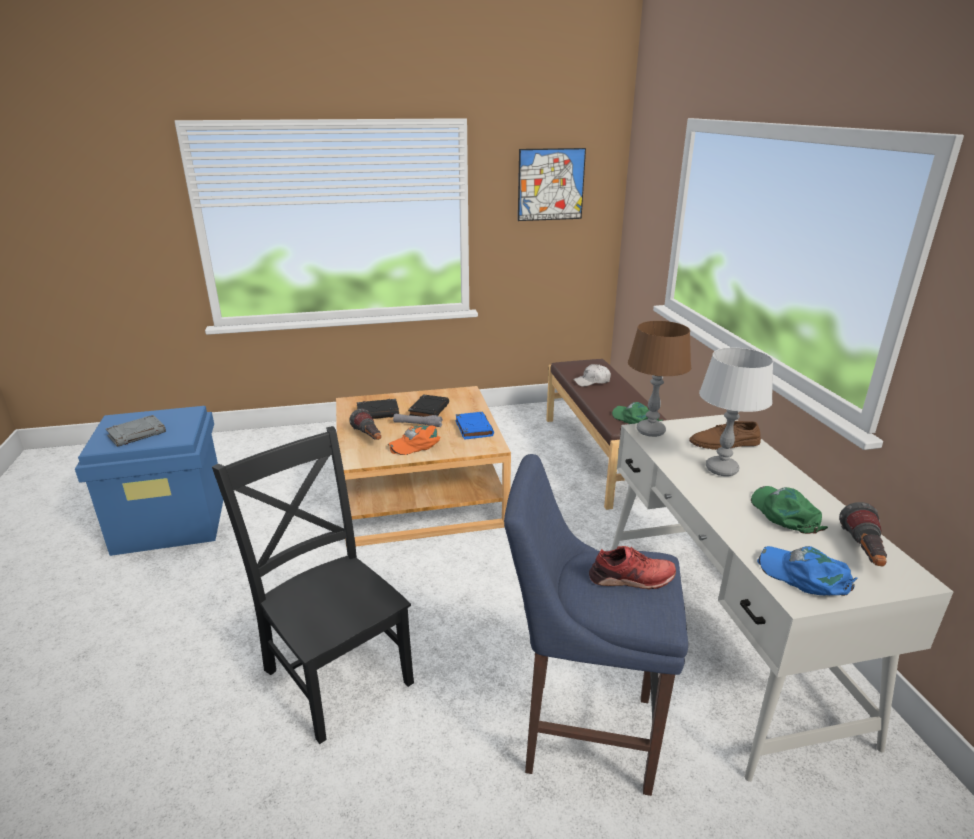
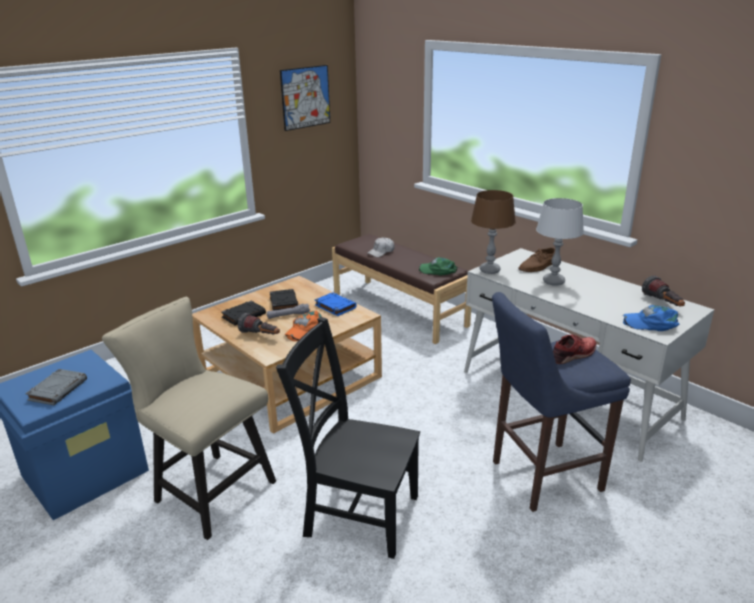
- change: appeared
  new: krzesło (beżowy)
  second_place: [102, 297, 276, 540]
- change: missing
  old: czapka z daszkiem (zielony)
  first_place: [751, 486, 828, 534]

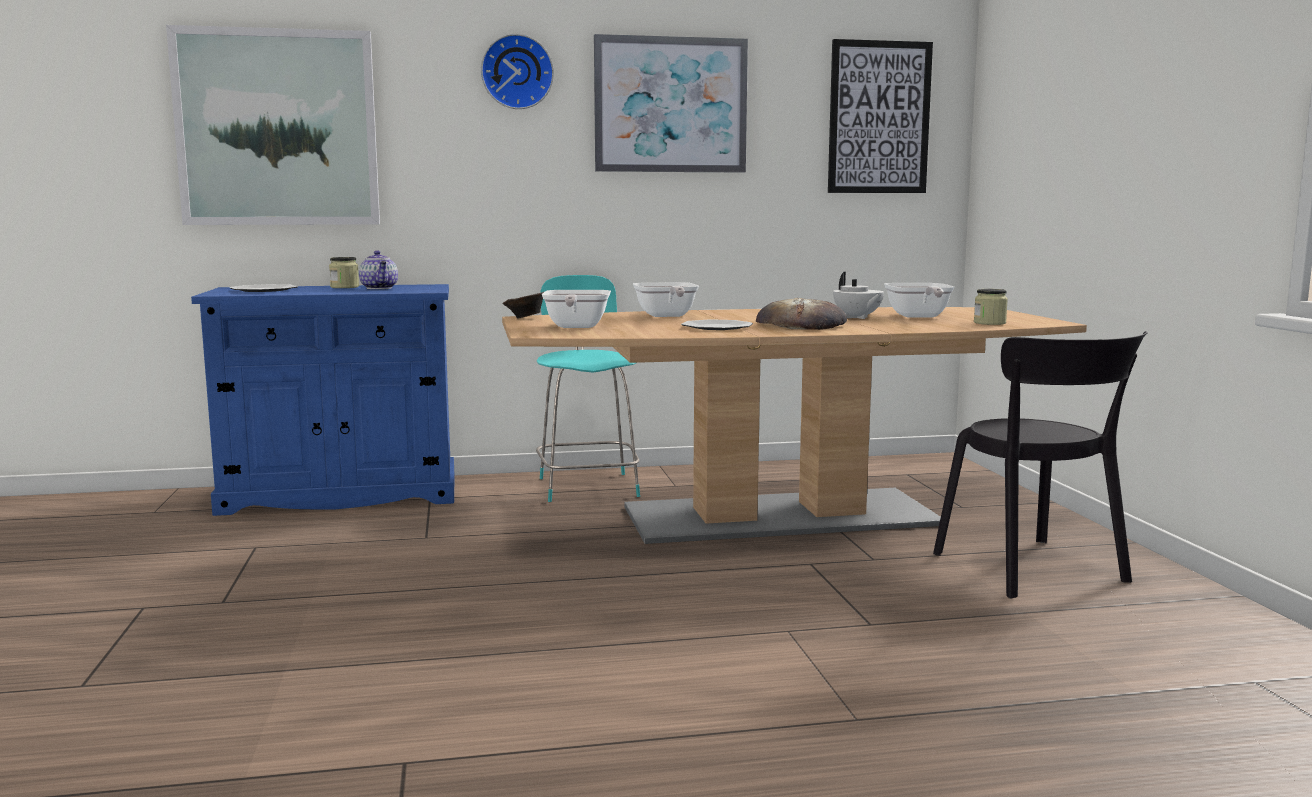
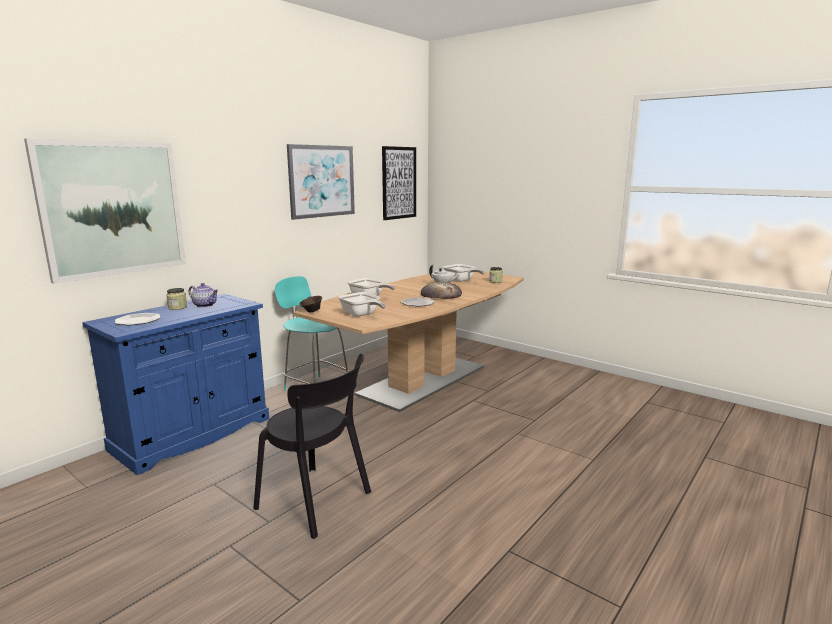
- change: relocated
  old: krzesło (czarny)
  first_place: [933, 331, 1148, 599]
  second_place: [253, 353, 371, 539]
- change: missing
  old: zegar ścienny
  first_place: [481, 34, 554, 109]

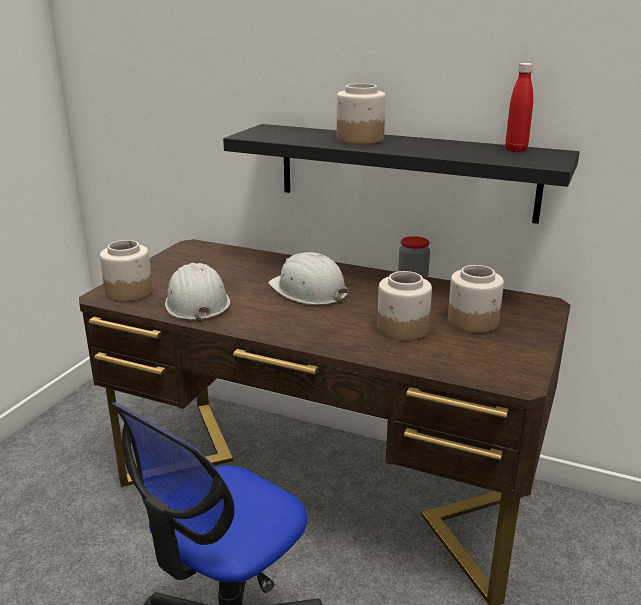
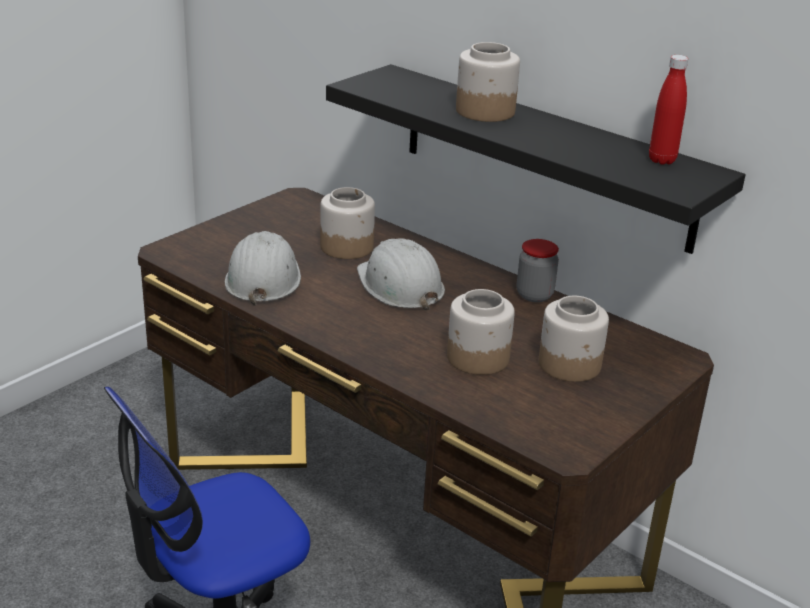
- change: relocated
  old: słoik
  first_place: [100, 240, 153, 302]
  second_place: [320, 187, 375, 259]

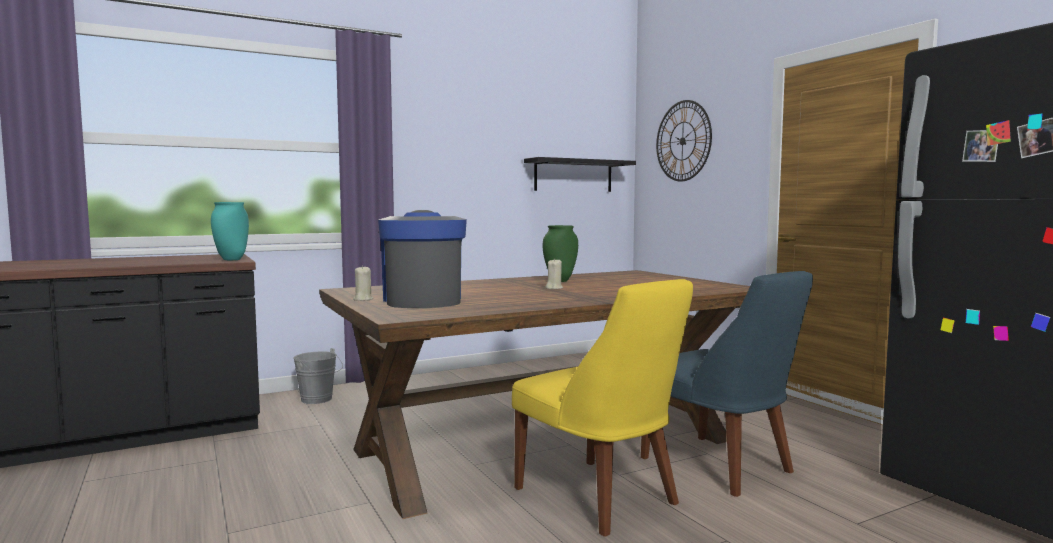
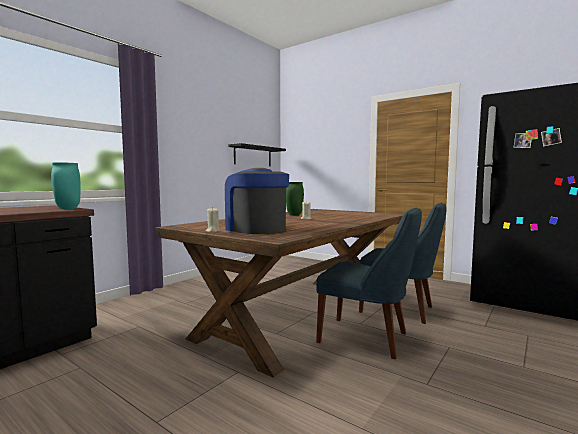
- change: colour
  old: krzesło (żółty)
  new: krzesło (niebieski)
  first_place: [512, 279, 693, 537]
  second_place: [316, 207, 422, 359]
- change: missing
  old: wiadro (szary)
  first_place: [293, 348, 343, 404]
- change: missing
  old: zegar ścienny
  first_place: [656, 100, 712, 182]

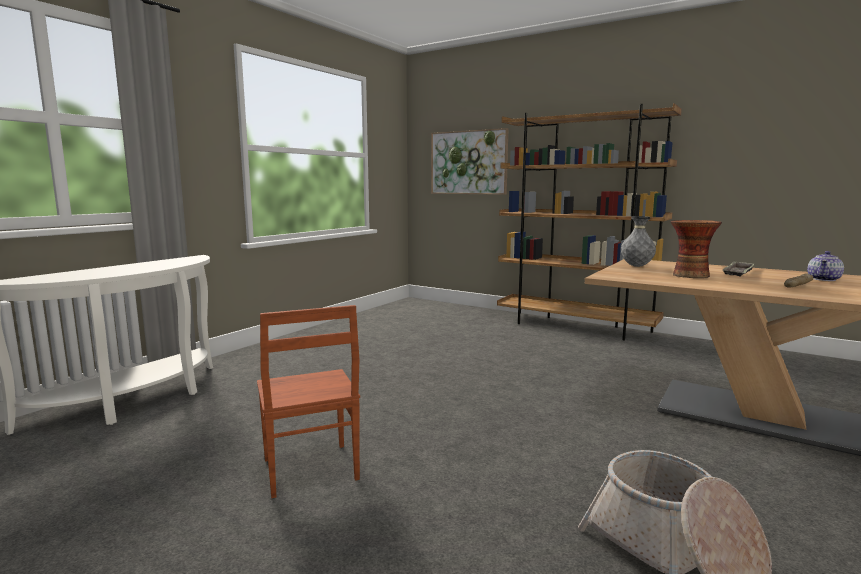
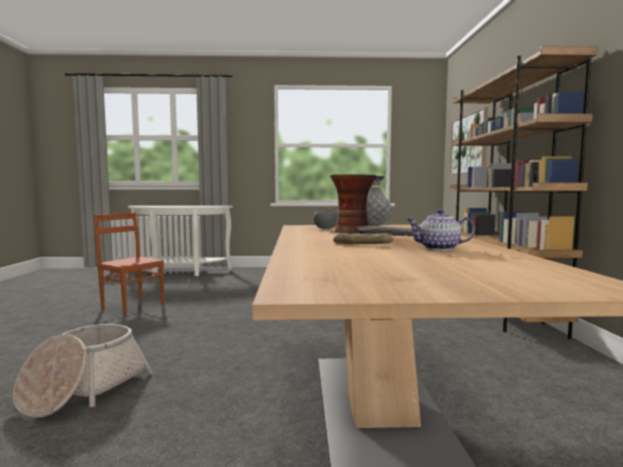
- change: spun
  old: krzesło (brązowy)
  first_place: [257, 305, 360, 498]
  second_place: [94, 213, 164, 316]
  degrees: 90
- change: appeared
  new: miska (szary)
  second_place: [313, 211, 338, 229]

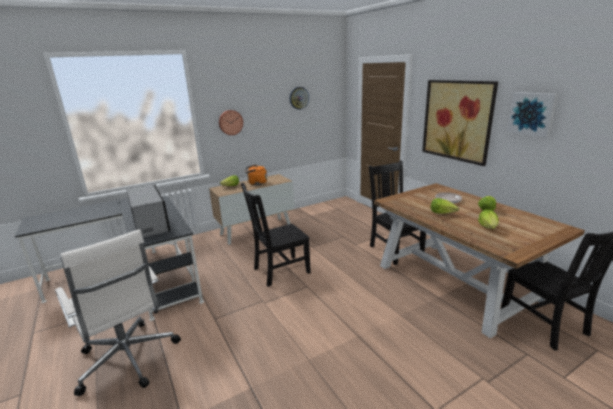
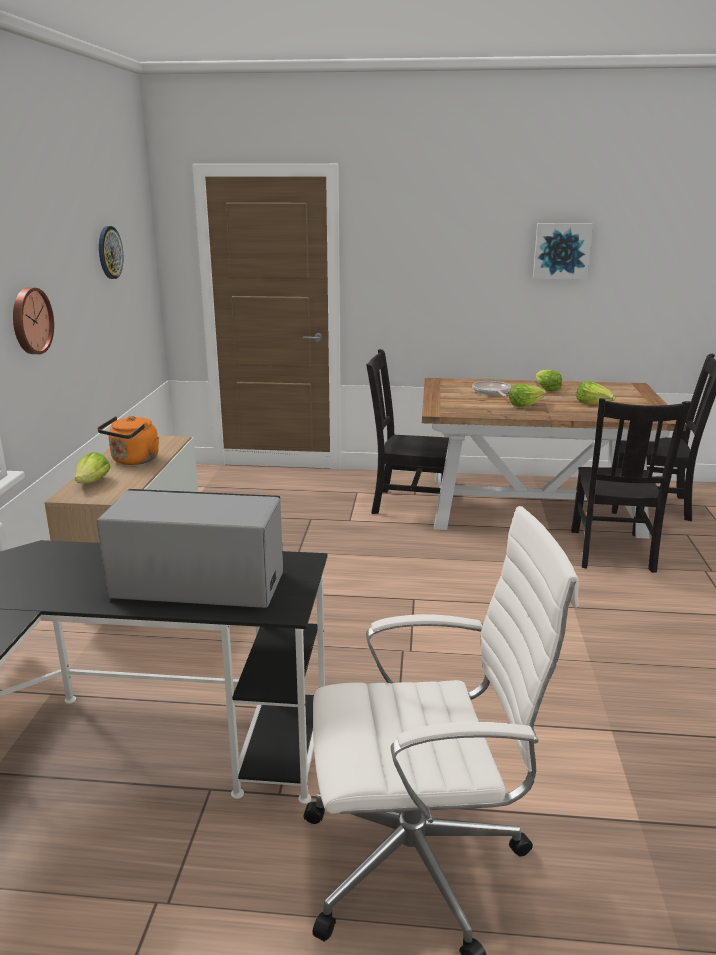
- change: relocated
  old: krzesło (czarny)
  first_place: [241, 183, 311, 287]
  second_place: [571, 398, 691, 573]
- change: missing
  old: obraz
  first_place: [422, 80, 498, 166]

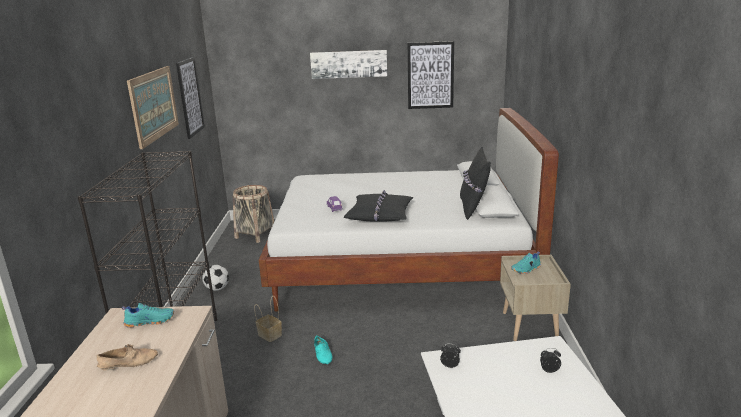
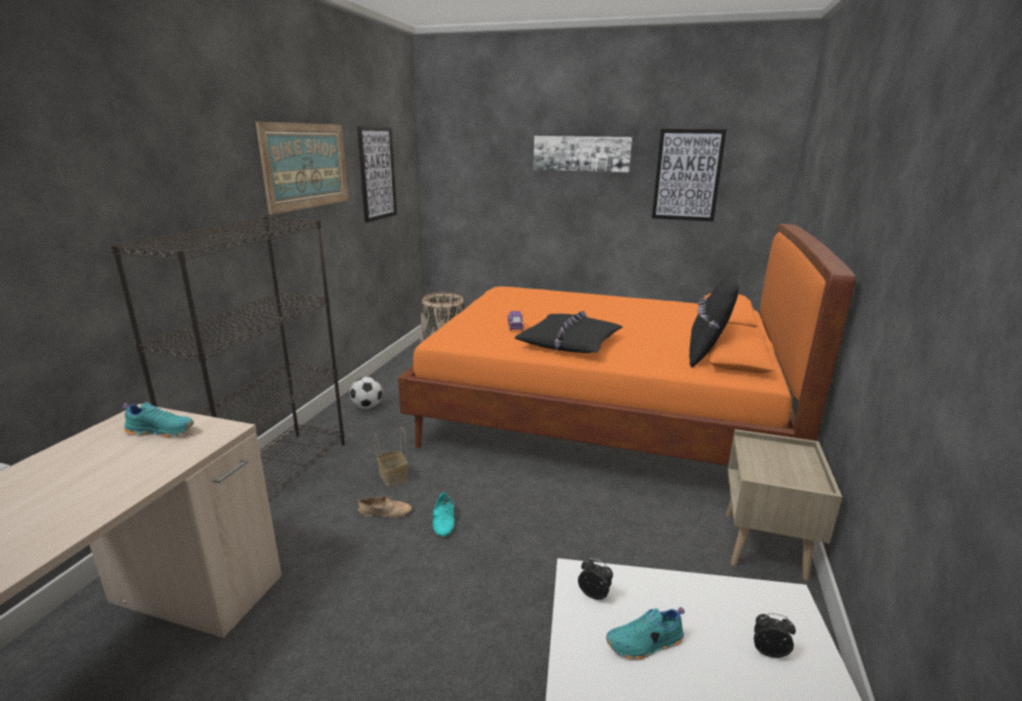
- change: relocated
  old: but (beżowy)
  first_place: [97, 344, 158, 371]
  second_place: [358, 495, 412, 518]
- change: colour
  old: łóżko (biały)
  new: łóżko (pomarańczowy)
  first_place: [259, 108, 559, 312]
  second_place: [398, 224, 856, 466]
- change: relocated
  old: but (turkusowy)
  first_place: [511, 251, 541, 274]
  second_place: [606, 607, 685, 660]

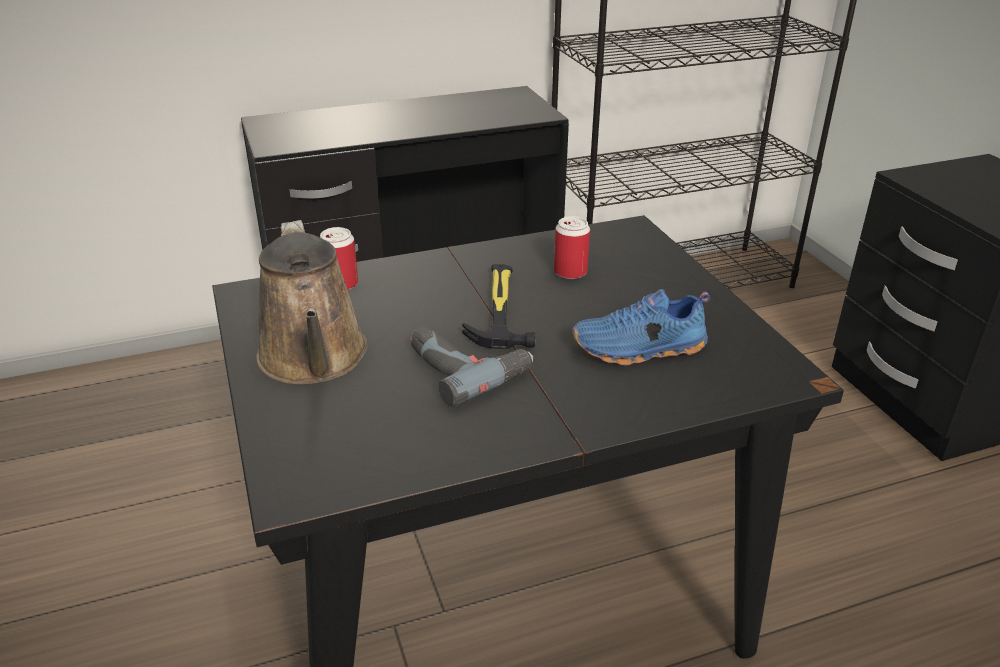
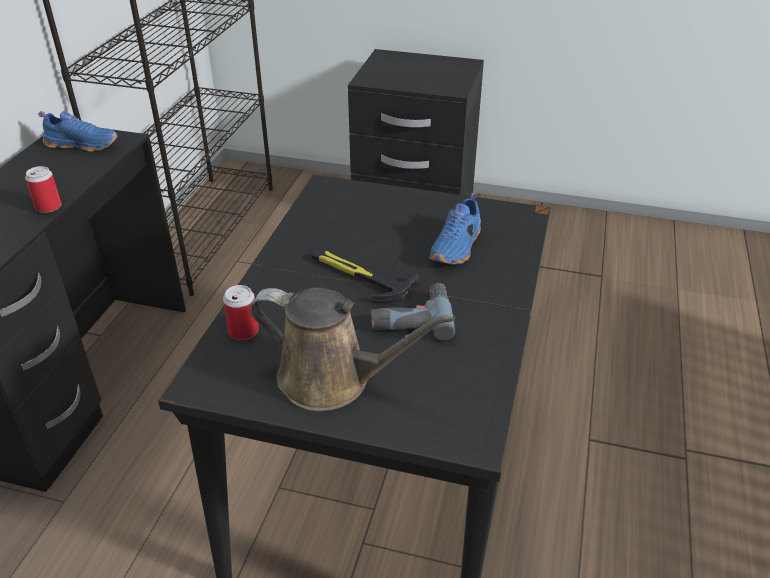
- change: relocated
  old: puszka
  first_place: [554, 216, 590, 279]
  second_place: [25, 166, 61, 213]
- change: appeared
  new: but (niebieski)
  second_place: [38, 111, 117, 152]

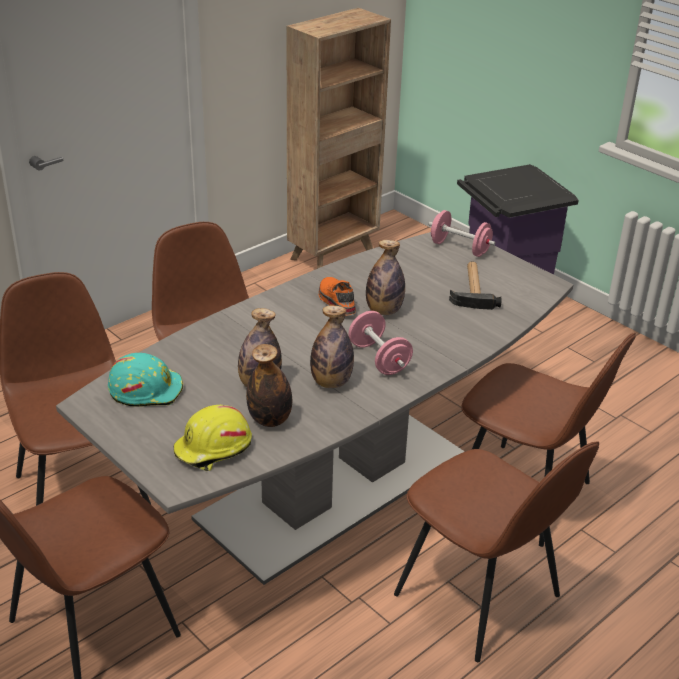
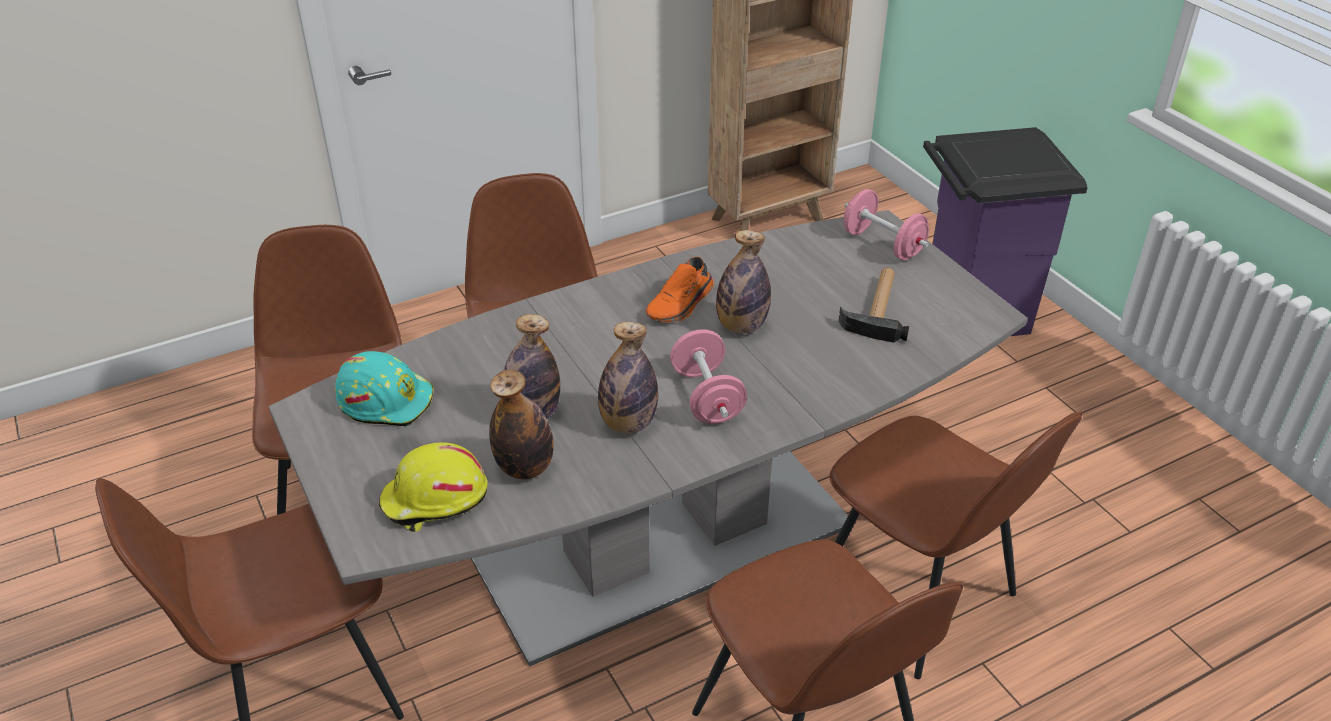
- change: spun
  old: but (pomarańczowy)
  first_place: [318, 277, 356, 316]
  second_place: [646, 257, 714, 323]
  degrees: -135

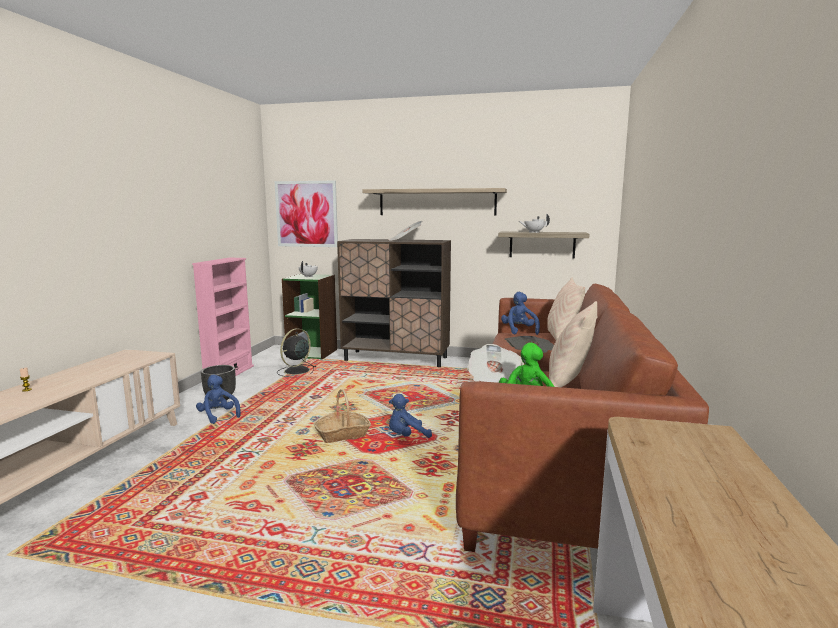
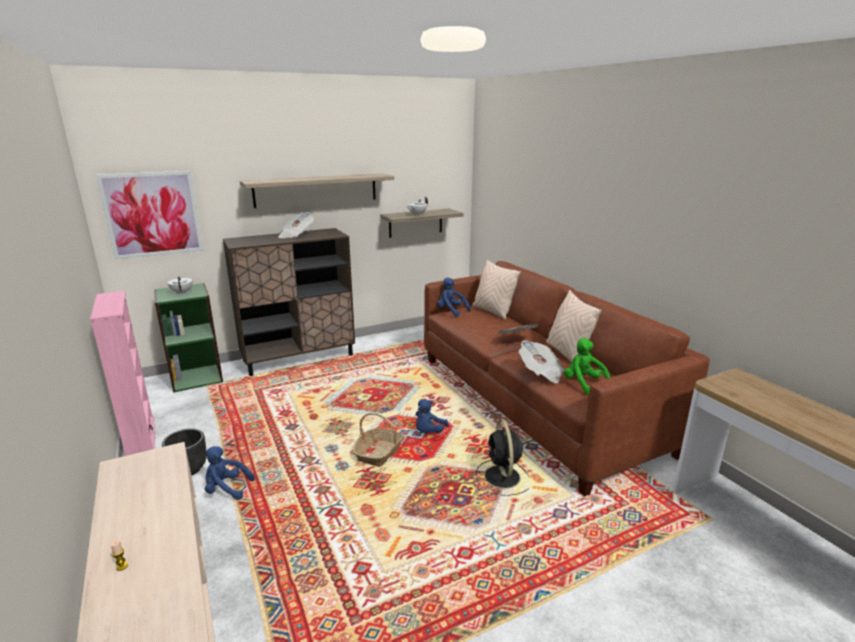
- change: relocated
  old: wentylator (czarny)
  first_place: [277, 328, 317, 377]
  second_place: [476, 419, 530, 496]

